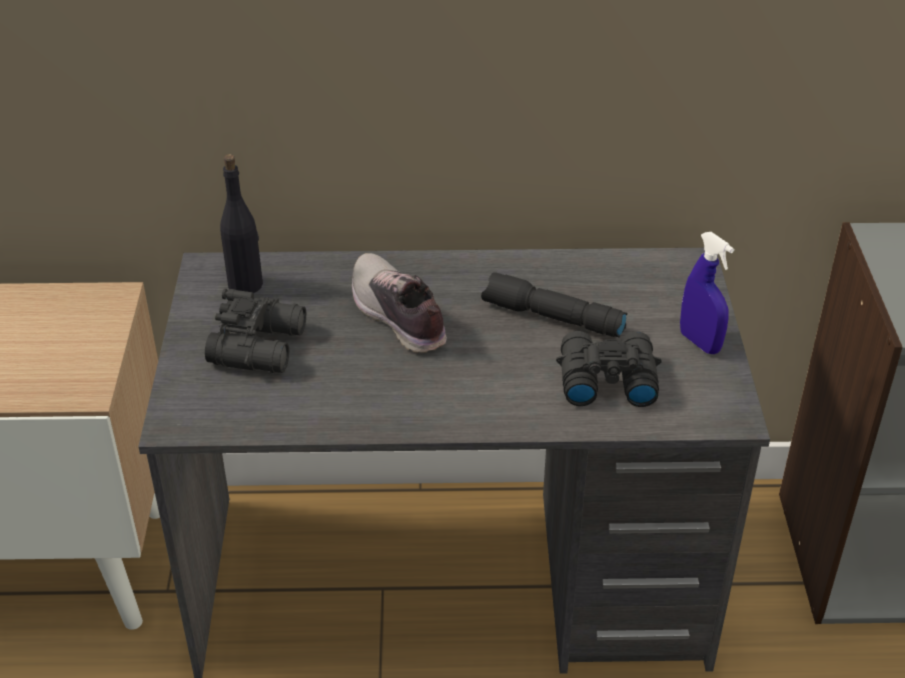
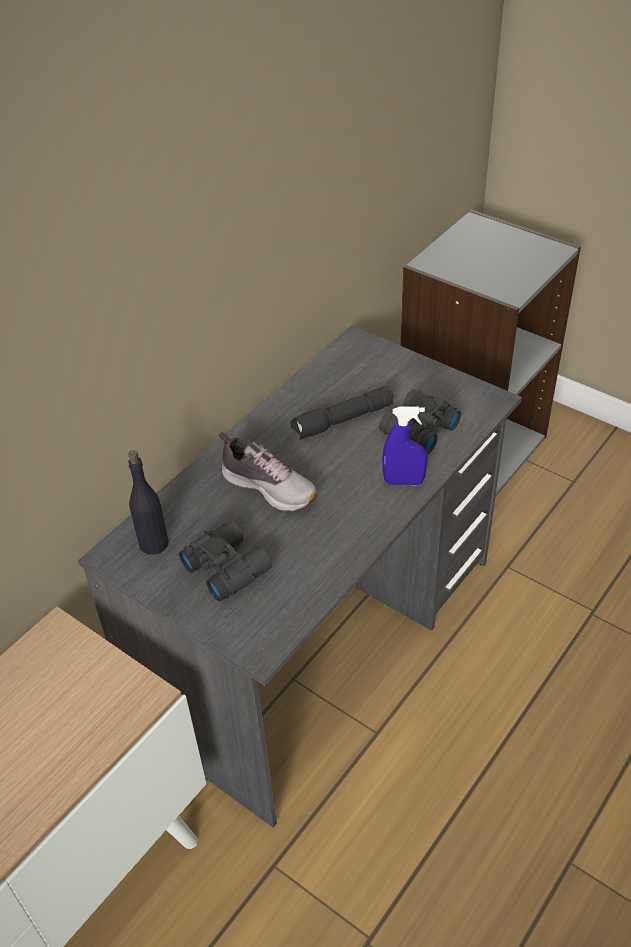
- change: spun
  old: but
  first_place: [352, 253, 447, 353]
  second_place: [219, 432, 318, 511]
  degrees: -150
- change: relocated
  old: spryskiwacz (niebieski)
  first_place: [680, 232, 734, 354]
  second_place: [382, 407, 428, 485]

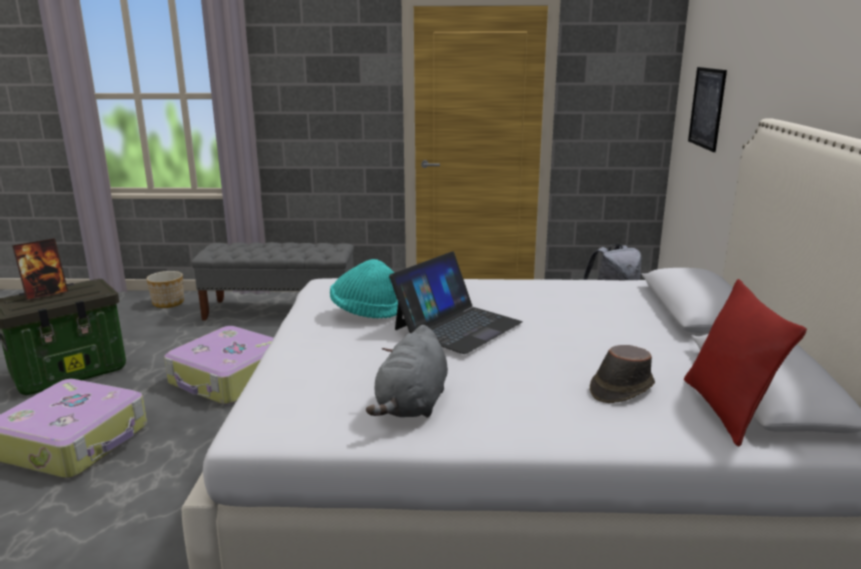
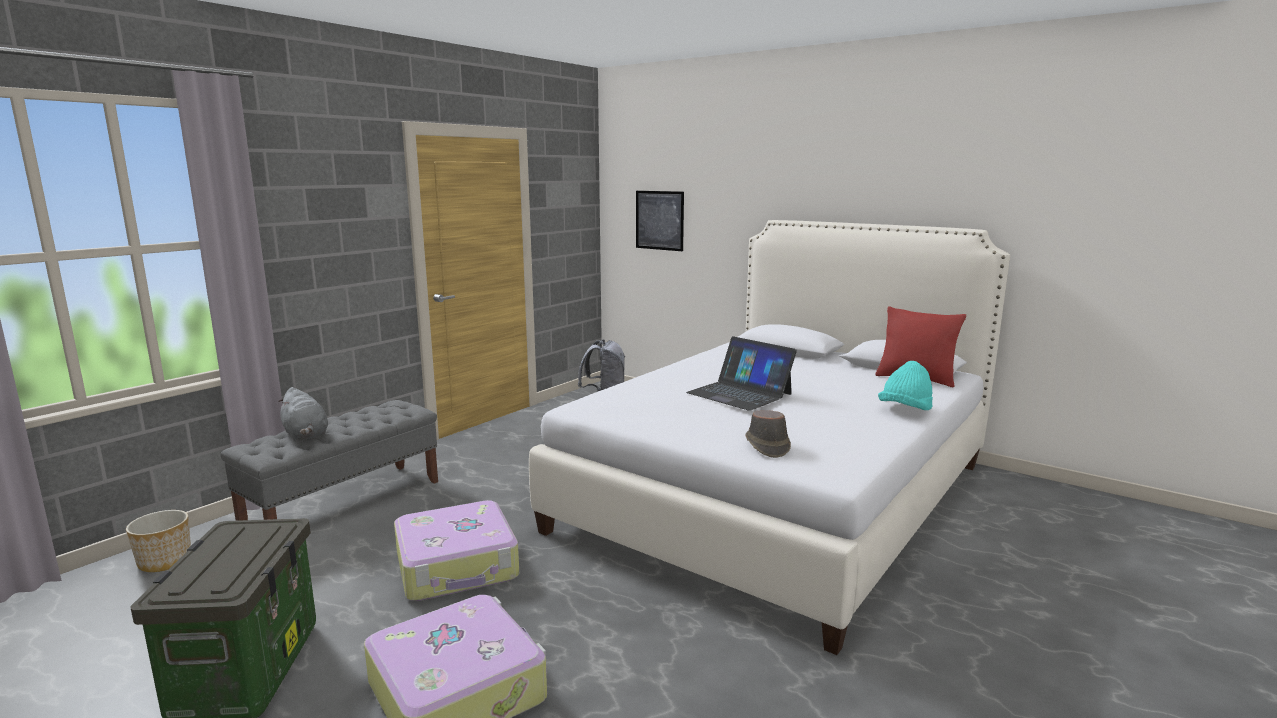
- change: relocated
  old: pluszak (szary)
  first_place: [366, 325, 448, 418]
  second_place: [278, 387, 328, 441]
- change: spun
  old: laptop
  first_place: [389, 251, 523, 354]
  second_place: [686, 336, 797, 411]
  degrees: 150
- change: relocated
  old: kapelusz (brązowy)
  first_place: [589, 345, 655, 403]
  second_place: [746, 410, 791, 458]
- change: relocated
  old: kapelusz (turkusowy)
  first_place: [330, 259, 398, 319]
  second_place: [878, 361, 933, 410]
- change: missing
  old: ramka na zdjęcie
  first_place: [12, 239, 68, 300]

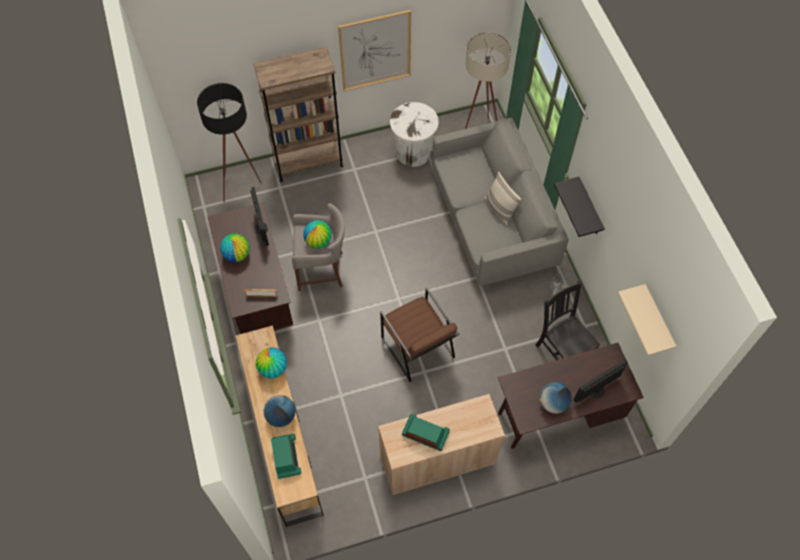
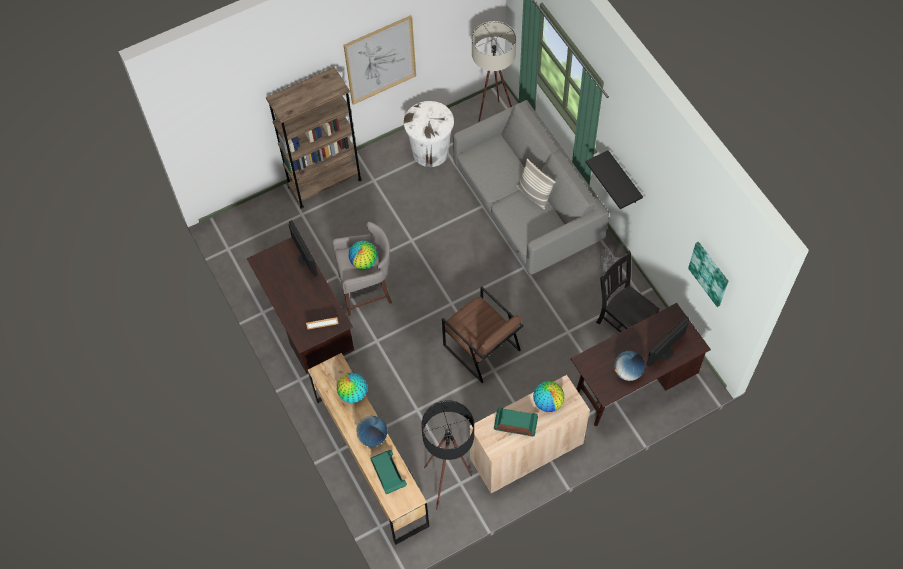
- change: relocated
  old: lampa stojąca (czarny)
  first_place: [197, 83, 262, 203]
  second_place: [421, 400, 474, 510]
- change: relocated
  old: globus
  first_place: [220, 233, 249, 262]
  second_place: [533, 381, 564, 412]
- change: exchanged
  old: półka (beżowy)
  new: obraz
  first_place: [618, 284, 677, 356]
  second_place: [688, 242, 728, 307]

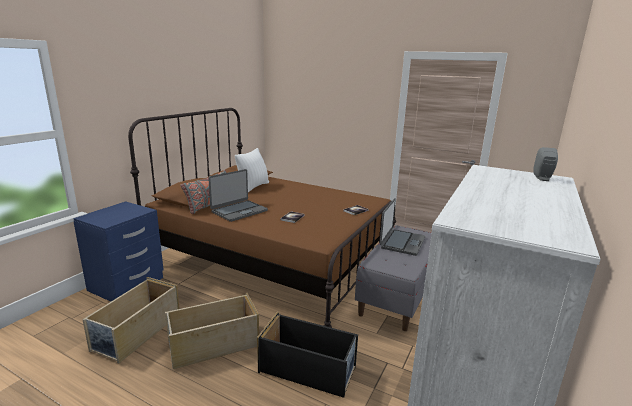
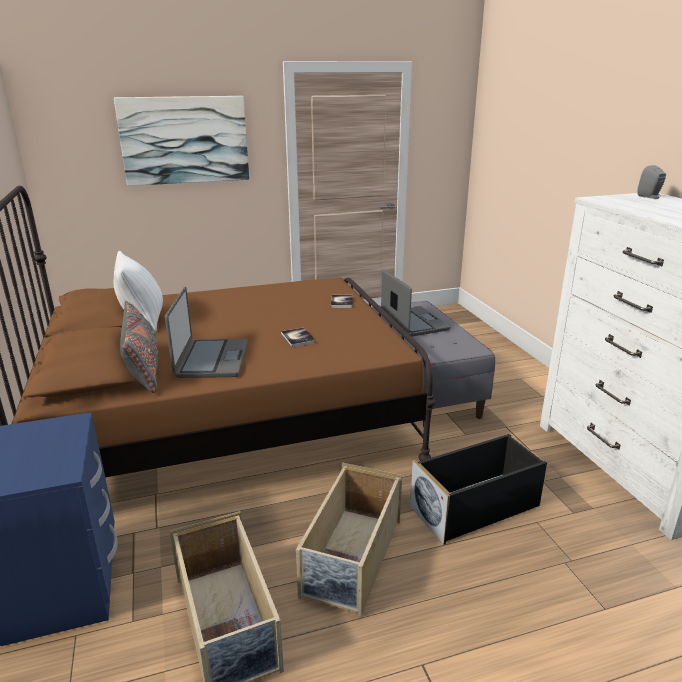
- change: appeared
  new: obraz
  second_place: [114, 96, 249, 186]

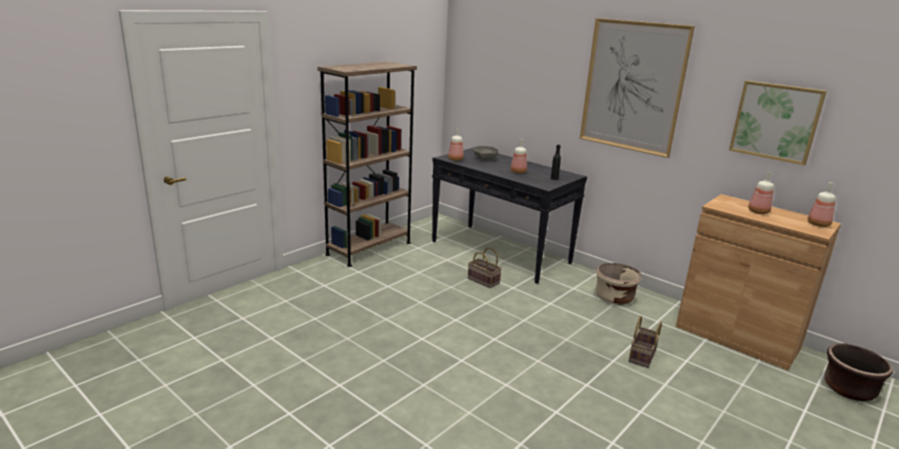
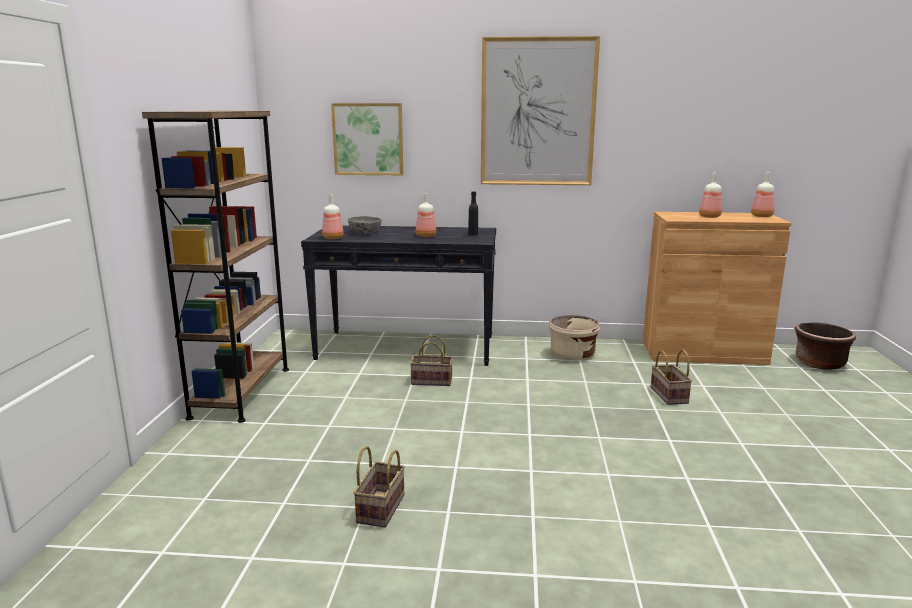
- change: relocated
  old: obraz
  first_place: [729, 81, 827, 165]
  second_place: [331, 103, 403, 175]
- change: appeared
  new: koszyk
  second_place: [353, 446, 405, 528]

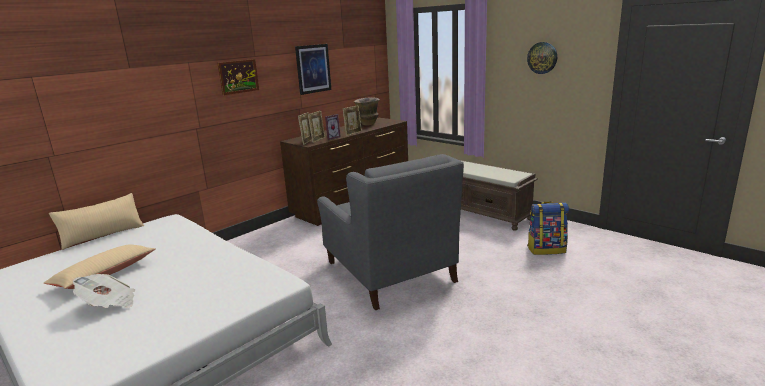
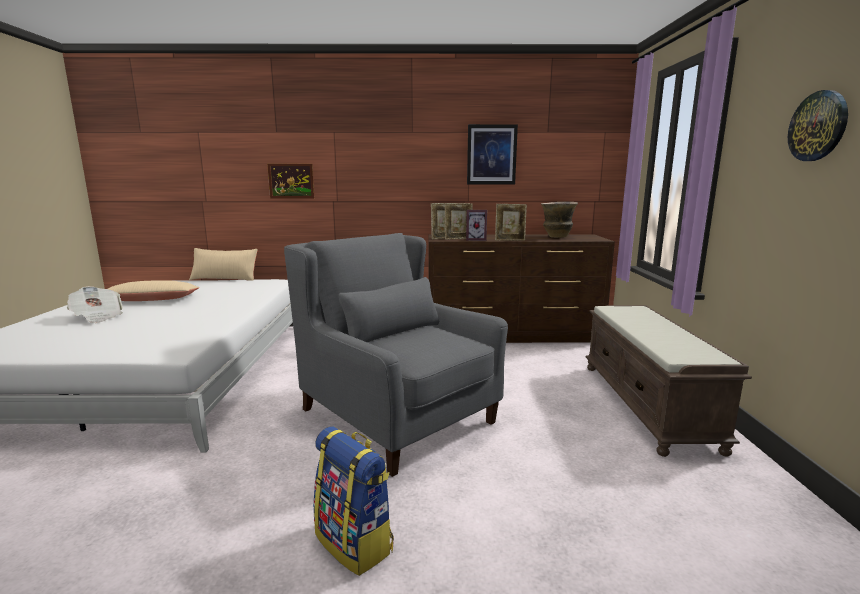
- change: relocated
  old: obraz
  first_place: [218, 59, 259, 95]
  second_place: [267, 164, 315, 198]
- change: spun
  old: fotel (szary)
  first_place: [317, 154, 464, 310]
  second_place: [284, 233, 508, 477]
  degrees: 120
- change: relocated
  old: plecak
  first_place: [527, 201, 569, 255]
  second_place: [313, 426, 394, 576]

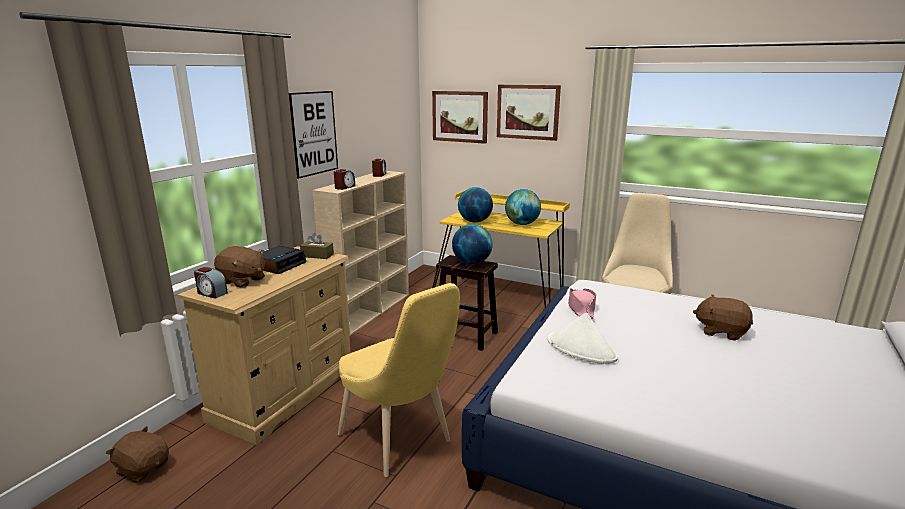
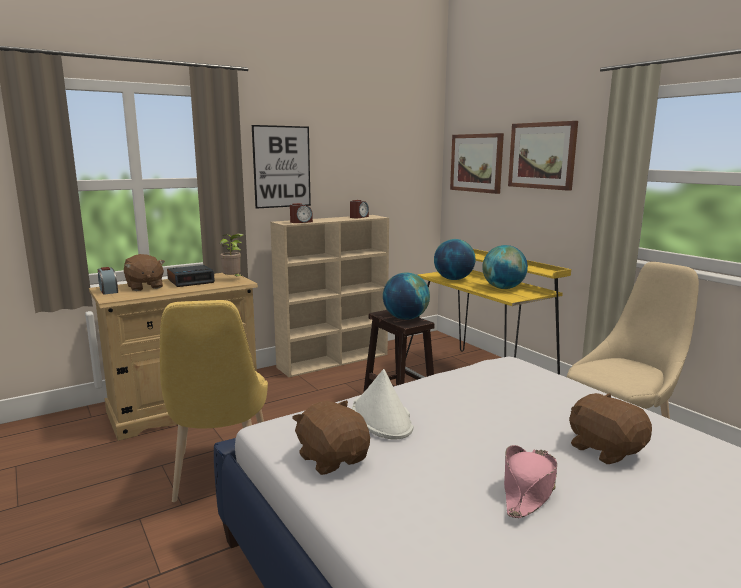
- change: exchanged
  old: pudełko chusteczek (brązowy)
  new: roślina doniczkowa
  first_place: [300, 233, 334, 259]
  second_place: [220, 234, 243, 277]
- change: relocated
  old: pluszak (brązowy)
  first_place: [106, 426, 169, 483]
  second_place: [292, 400, 370, 475]
- change: relocated
  old: kapelusz (różowy)
  first_place: [568, 288, 596, 319]
  second_place: [504, 445, 557, 518]

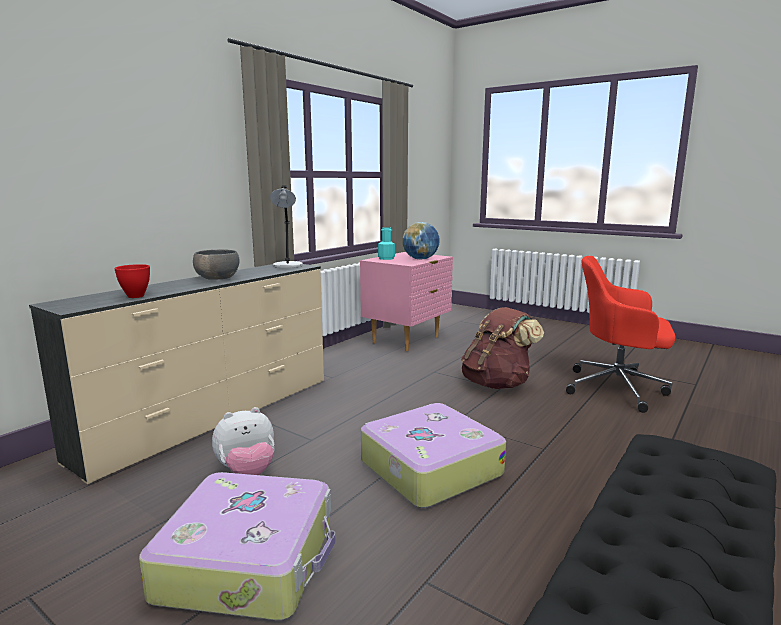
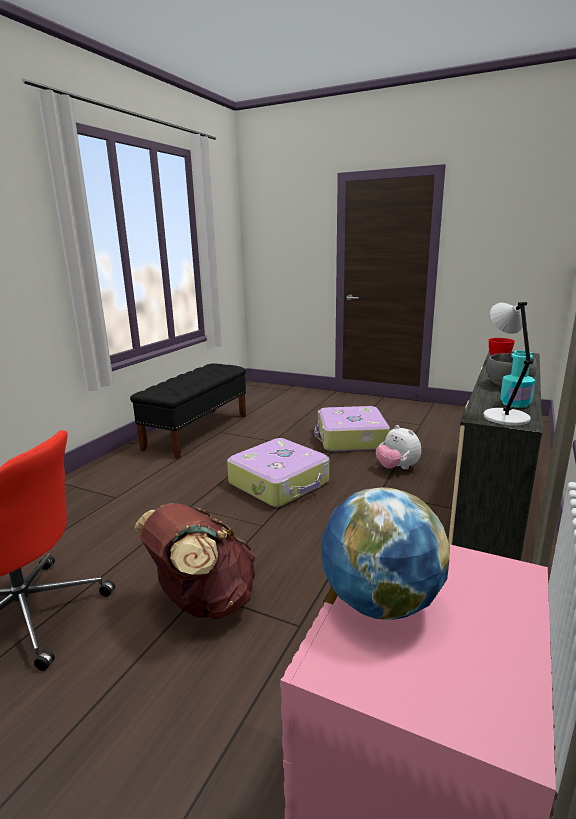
- change: spun
  old: pluszak
  first_place: [212, 407, 274, 475]
  second_place: [376, 425, 421, 470]
  degrees: -90
- change: relocated
  old: butelka (turkusowy)
  first_place: [378, 227, 395, 260]
  second_place: [500, 350, 536, 408]

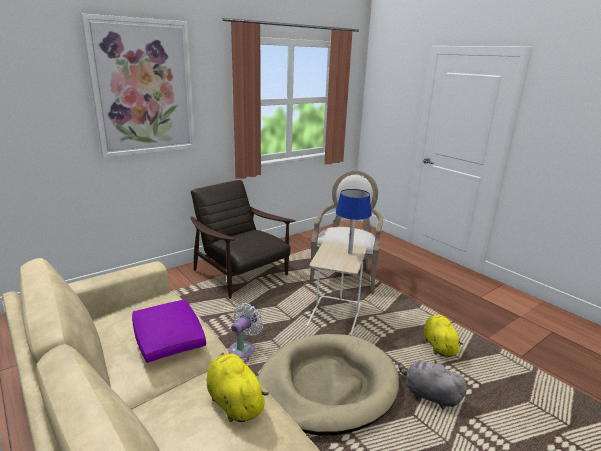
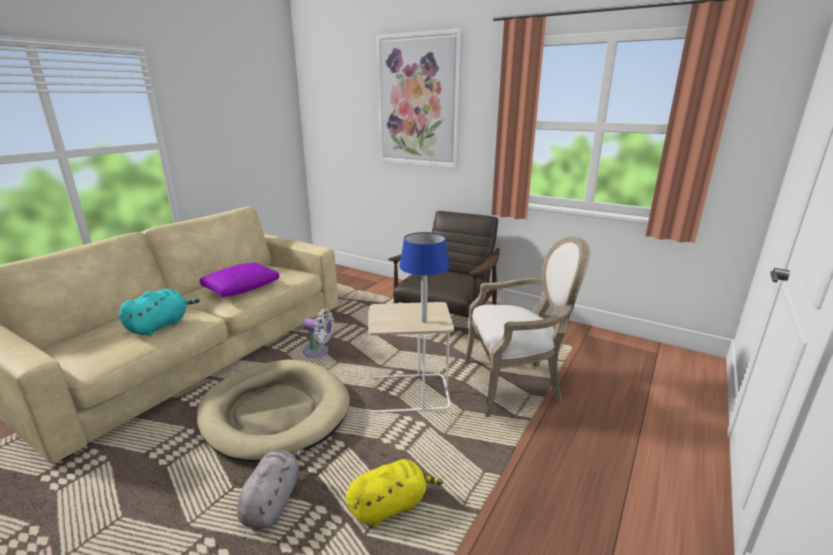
- change: colour
  old: pluszak (żółty)
  new: pluszak (turkusowy)
  first_place: [207, 353, 269, 422]
  second_place: [119, 289, 200, 336]

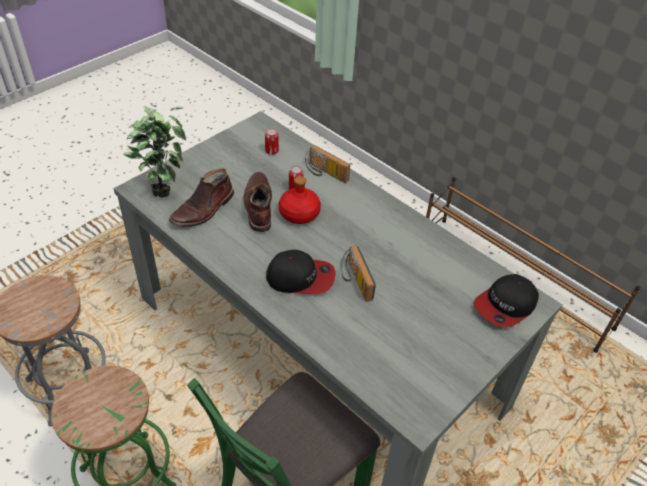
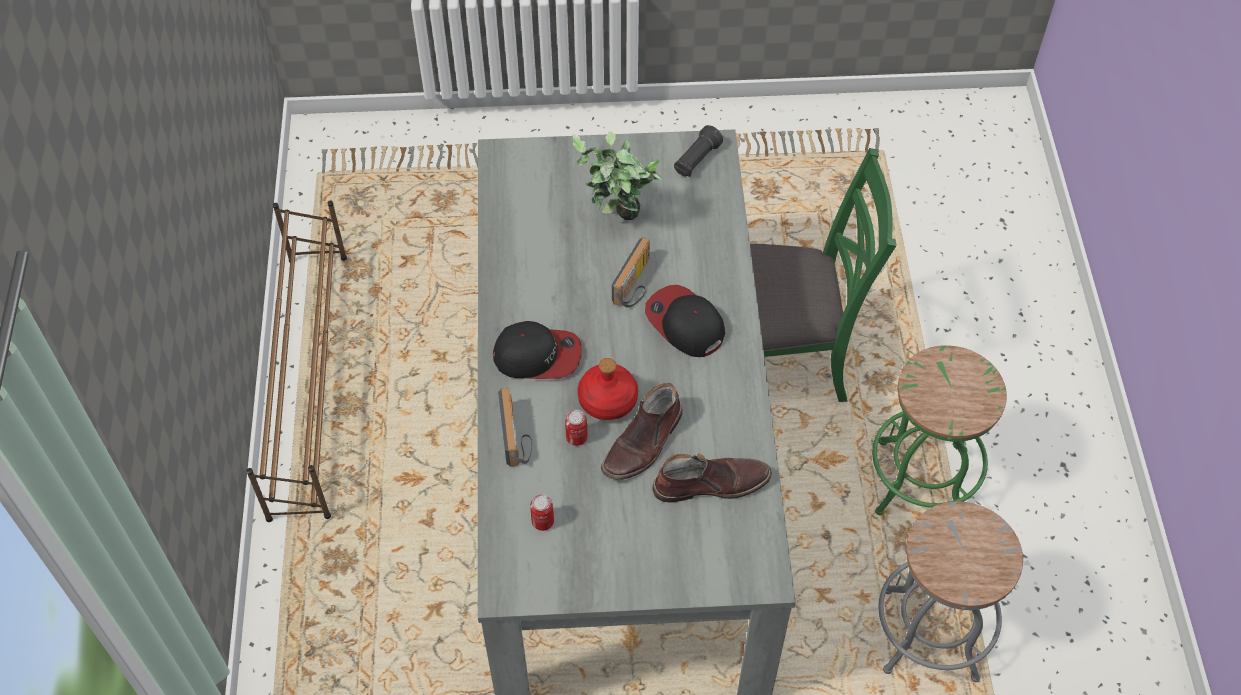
- change: relocated
  old: czapka z daszkiem
  first_place: [474, 274, 539, 328]
  second_place: [493, 321, 582, 379]
- change: relocated
  old: roślina doniczkowa
  first_place: [123, 106, 186, 198]
  second_place: [573, 131, 664, 220]
- change: appeared
  new: latarka (czarny)
  second_place: [674, 125, 723, 177]

